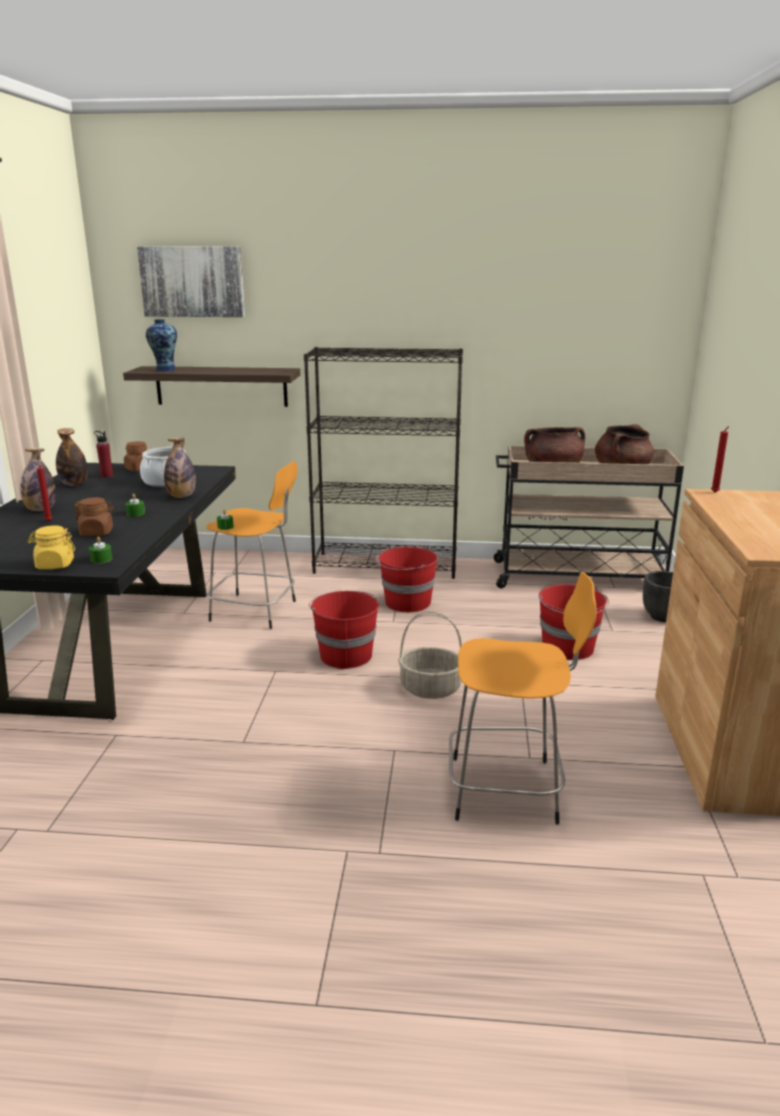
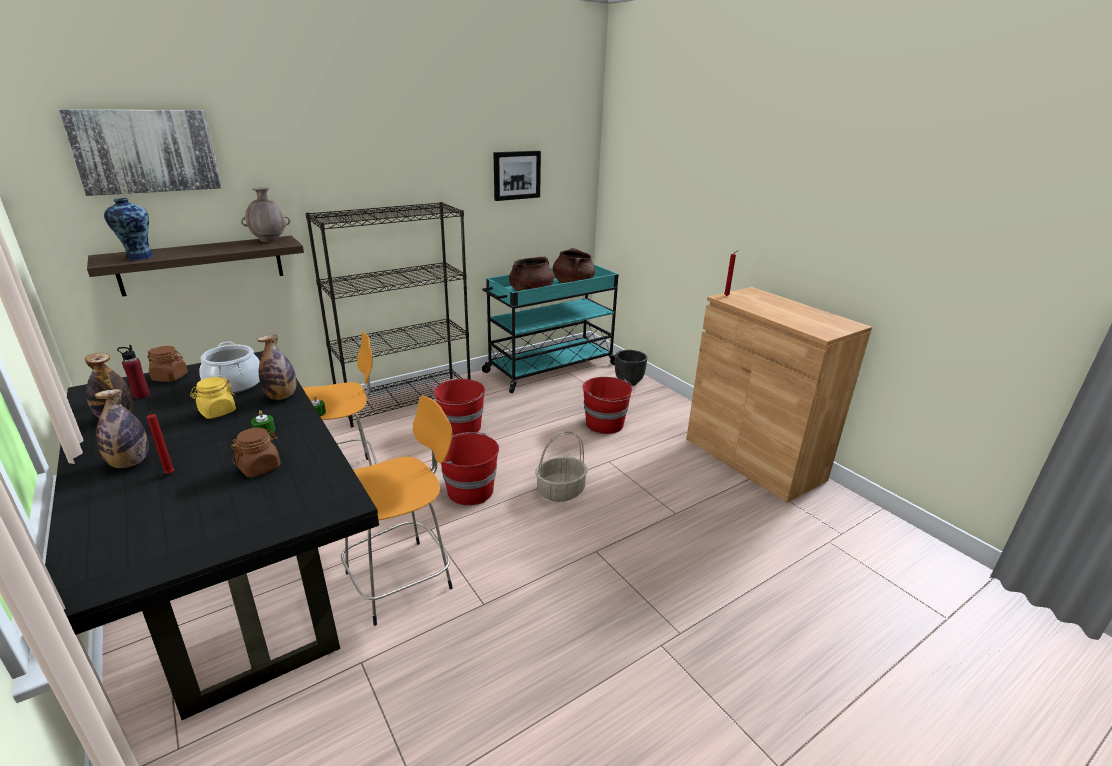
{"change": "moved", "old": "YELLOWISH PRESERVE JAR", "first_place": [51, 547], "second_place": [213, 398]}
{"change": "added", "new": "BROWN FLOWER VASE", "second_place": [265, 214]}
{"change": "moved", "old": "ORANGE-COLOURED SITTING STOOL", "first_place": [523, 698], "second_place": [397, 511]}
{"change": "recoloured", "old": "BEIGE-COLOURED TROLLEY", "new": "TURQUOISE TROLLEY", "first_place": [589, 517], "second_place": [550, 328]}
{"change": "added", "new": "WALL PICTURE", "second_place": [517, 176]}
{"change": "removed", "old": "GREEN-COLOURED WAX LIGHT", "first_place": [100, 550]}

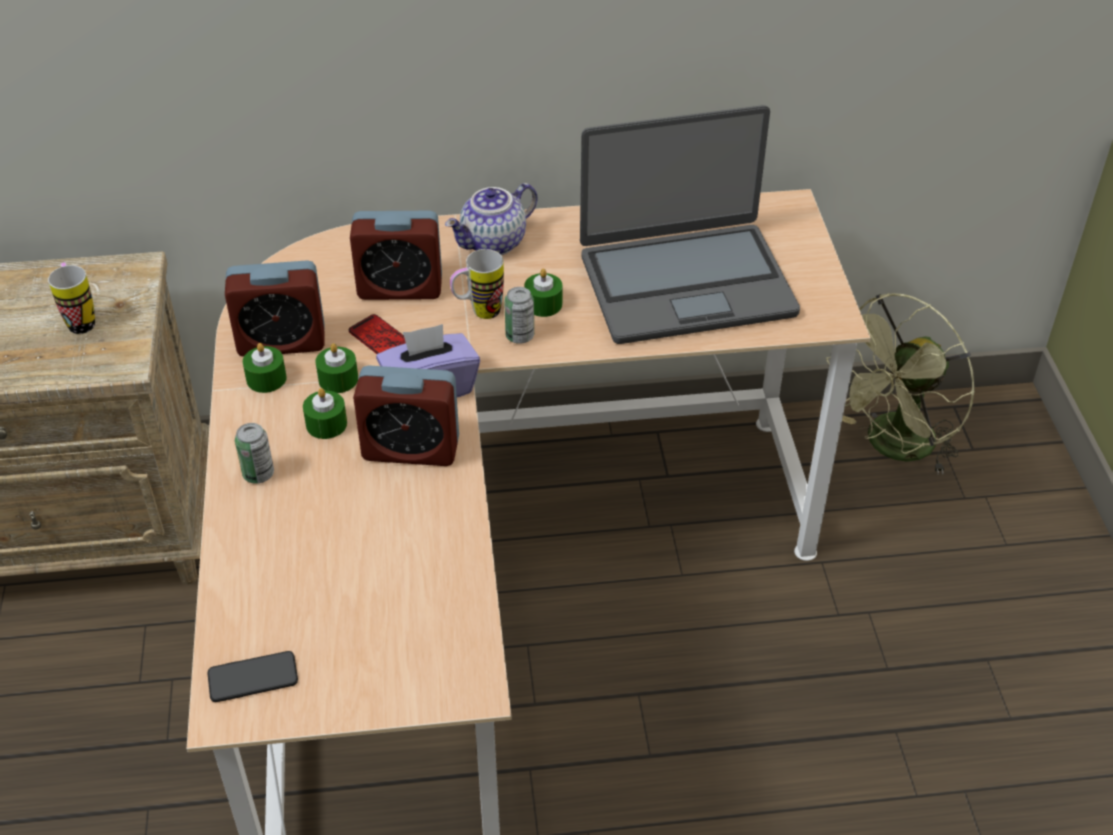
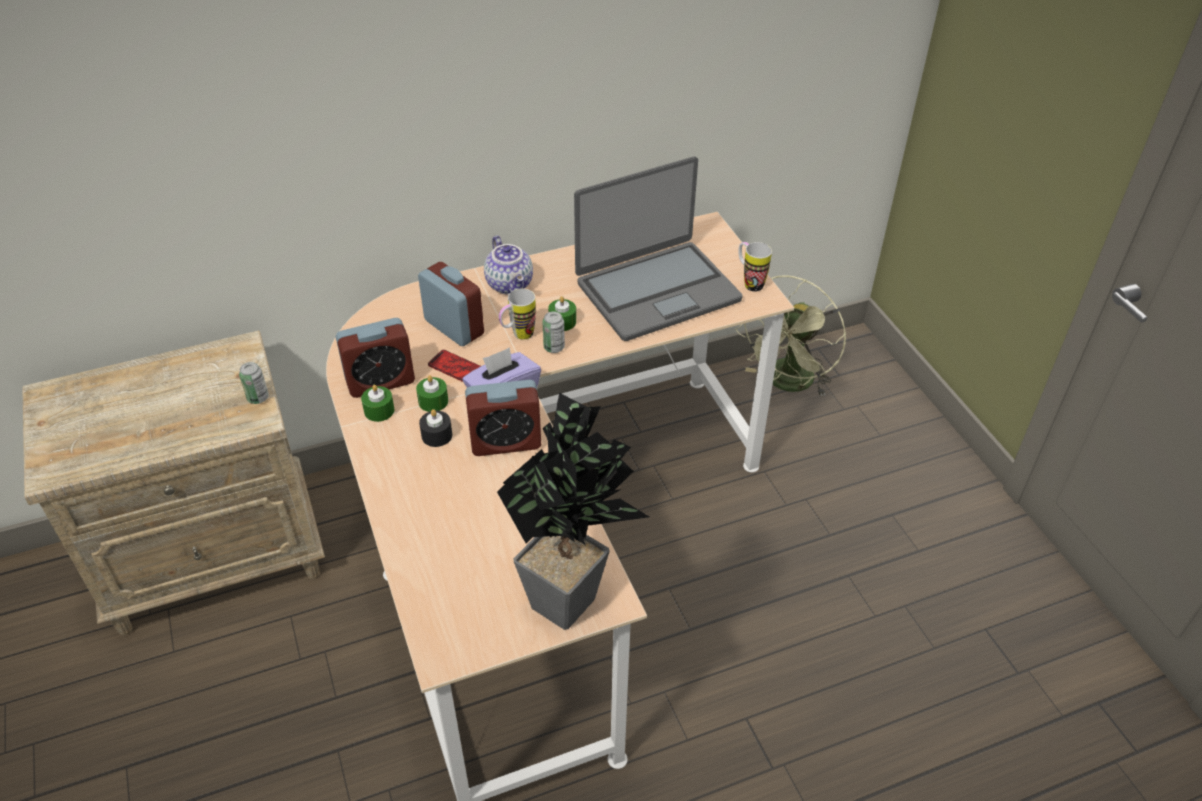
{"change": "moved", "old": "CAN", "first_place": [254, 453], "second_place": [254, 383]}
{"change": "turned", "old": "TABLE CLOCK", "first_place": [396, 255], "second_place": [451, 304], "degrees": -120}
{"change": "recoloured", "old": "GREEN-COLOURED WAX LIGHT", "new": "BLACK-COLOURED WAX LIGHT", "first_place": [325, 413], "second_place": [435, 428]}
{"change": "turned", "old": "POT FOR TEA", "first_place": [491, 219], "second_place": [508, 265], "degrees": -60}
{"change": "added", "new": "POTTED PLANT", "second_place": [573, 511]}
{"change": "moved", "old": "TEA MUG", "first_place": [71, 298], "second_place": [755, 267]}
{"change": "removed", "old": "PHONE", "first_place": [252, 676]}

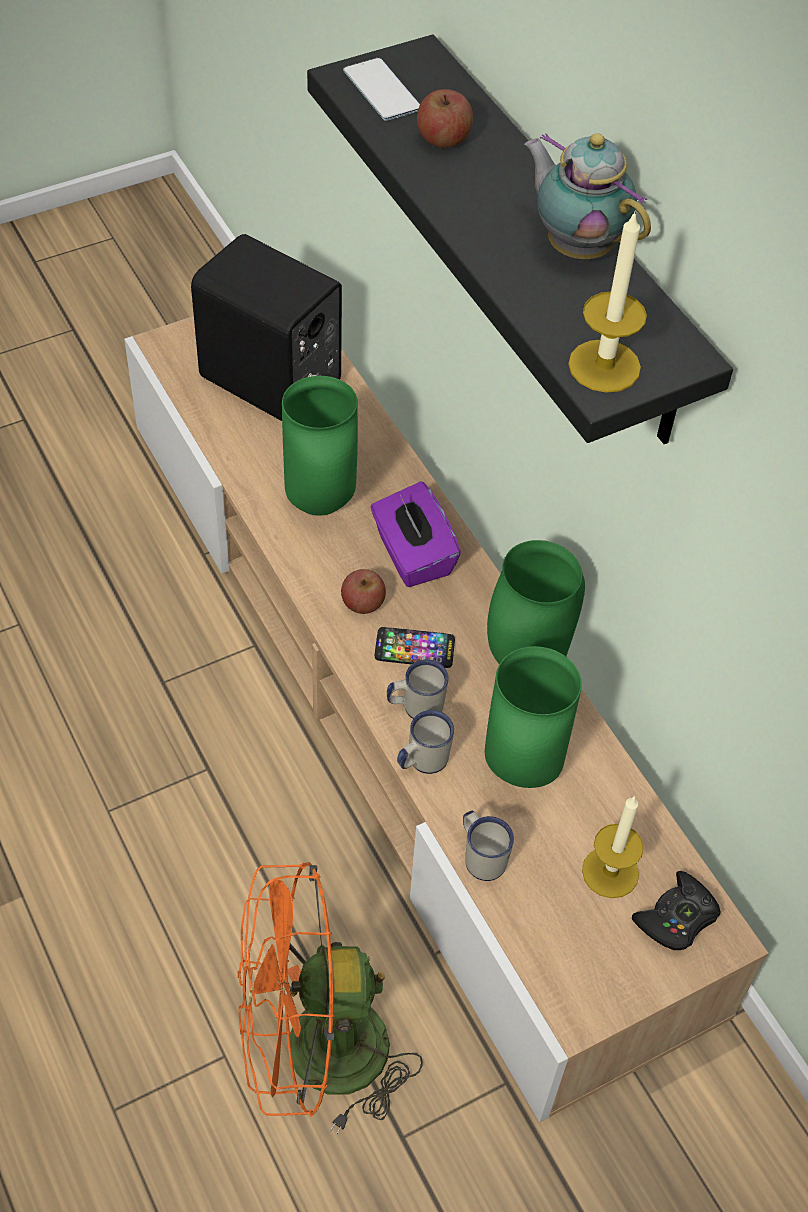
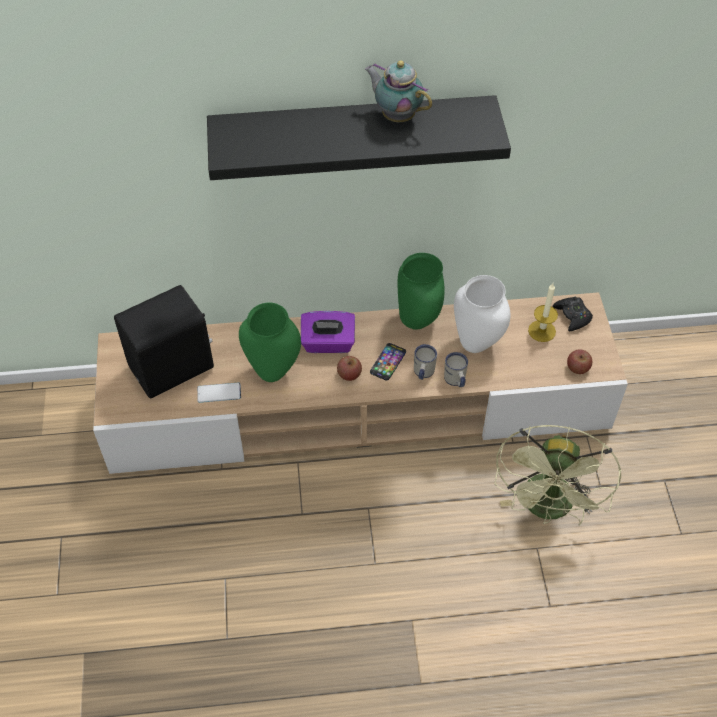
{"change": "moved", "old": "PHONE", "first_place": [381, 89], "second_place": [219, 392]}
{"change": "turned", "old": "POT FOR TEA", "first_place": [587, 196], "second_place": [398, 91], "degrees": 60}
{"change": "recoloured", "old": "GREEN-COLOURED FLOWER VASE", "new": "WHITE FLOWER VASE", "first_place": [533, 717], "second_place": [482, 314]}
{"change": "recoloured", "old": "ORANGE-COLOURED COOLING FAN", "new": "GREEN-COLOURED COOLING FAN", "first_place": [330, 998], "second_place": [558, 475]}
{"change": "moved", "old": "APPLE", "first_place": [445, 118], "second_place": [579, 361]}
{"change": "removed", "old": "WHITE TEA MUG", "first_place": [488, 846]}
{"change": "removed", "old": "WAX LIGHT", "first_place": [607, 302]}

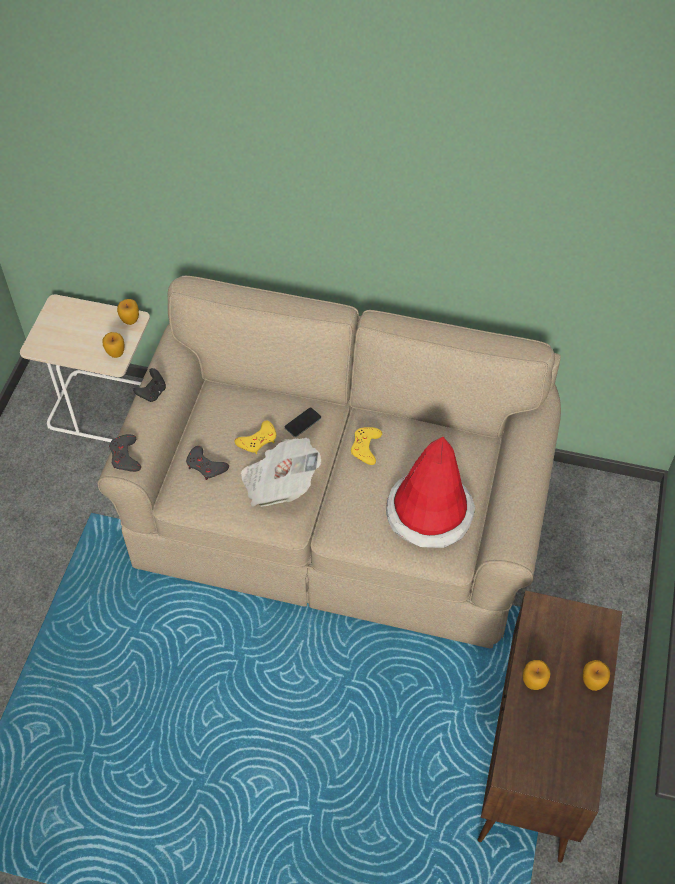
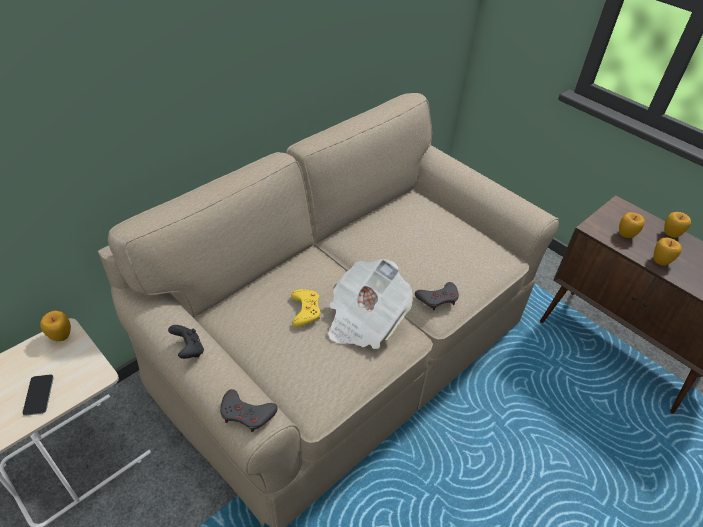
{"change": "moved", "old": "PHONE", "first_place": [303, 422], "second_place": [38, 395]}
{"change": "moved", "old": "GREYISH JOYPAD", "first_place": [207, 463], "second_place": [437, 296]}
{"change": "moved", "old": "APPLE", "first_place": [113, 345], "second_place": [632, 225]}
{"change": "removed", "old": "YELLOWISH JOYPAD", "first_place": [366, 446]}
{"change": "removed", "old": "CLOTHING HAT", "first_place": [430, 492]}

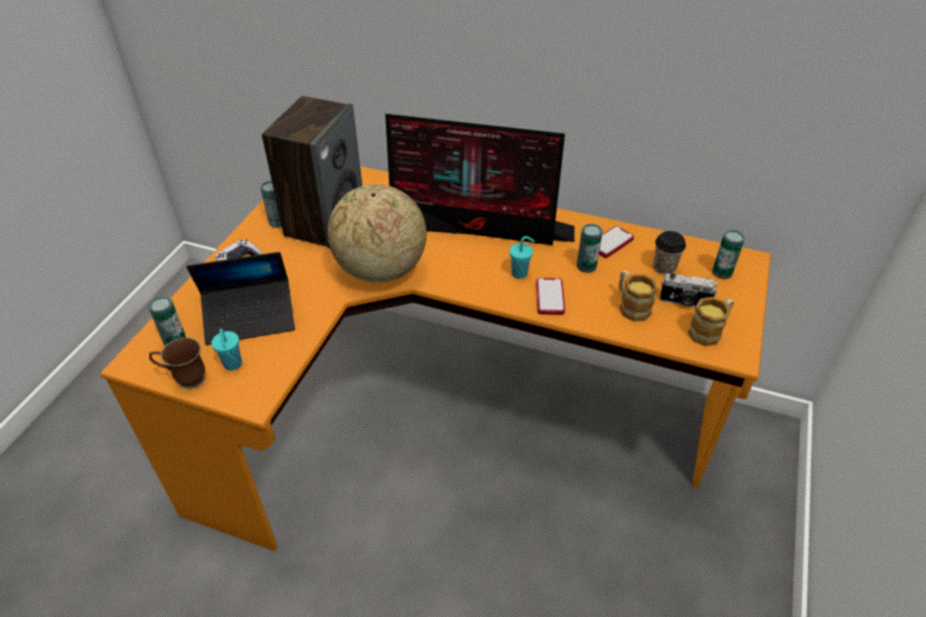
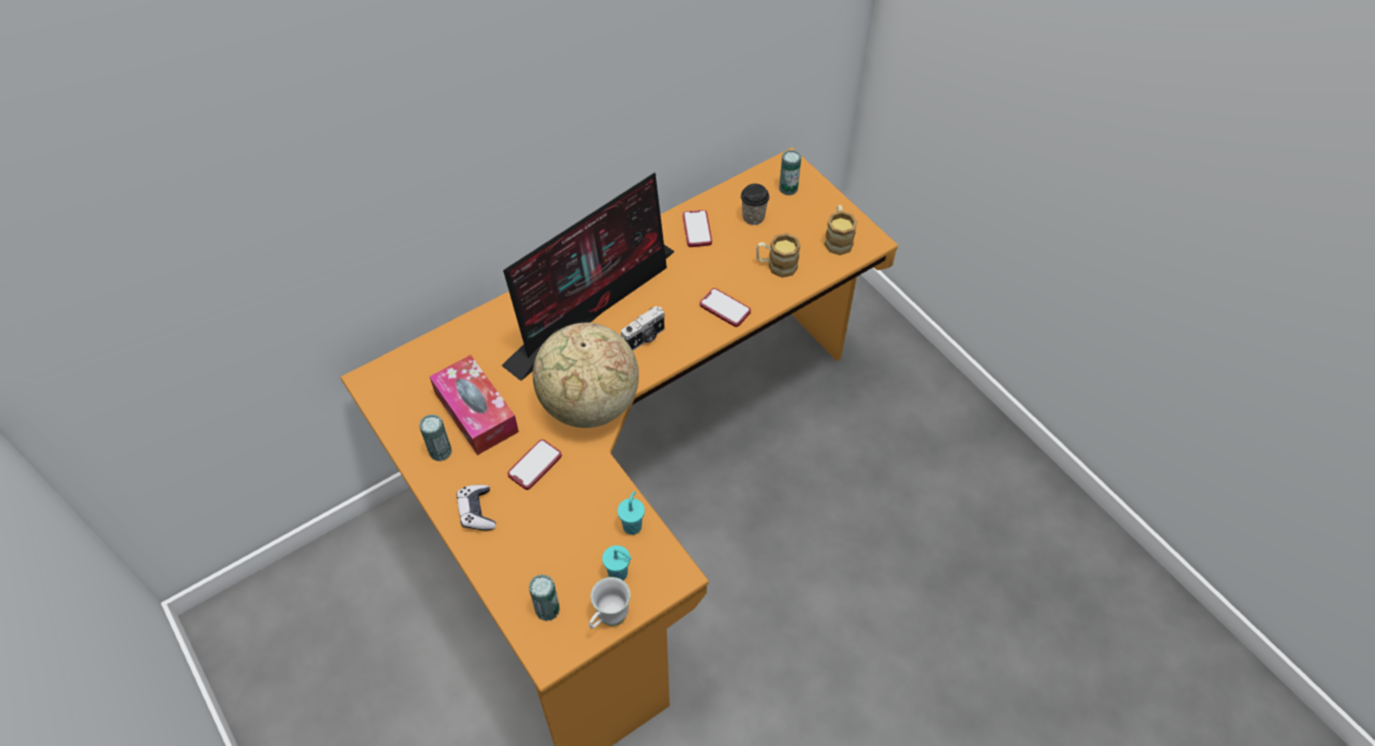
{"change": "replaced", "old": "AUDIO SPEAKER", "new": "BOX OF TISSUES", "first_place": [312, 172], "second_place": [474, 405]}
{"change": "added", "new": "PHONE", "second_place": [534, 464]}
{"change": "recoloured", "old": "BROWN TEA MUG", "new": "WHITE TEA MUG", "first_place": [177, 363], "second_place": [610, 603]}
{"change": "moved", "old": "TURQUOISE SMALL CUP", "first_place": [522, 257], "second_place": [631, 513]}
{"change": "moved", "old": "STILL CAMERA", "first_place": [688, 290], "second_place": [642, 328]}
{"change": "removed", "old": "PORTABLE COMPUTER", "first_place": [240, 298]}
{"change": "removed", "old": "CAN", "first_place": [590, 248]}

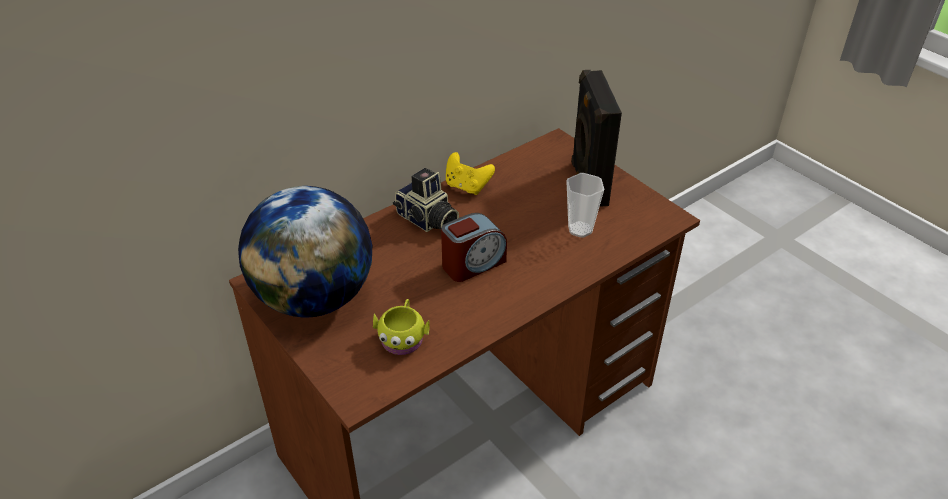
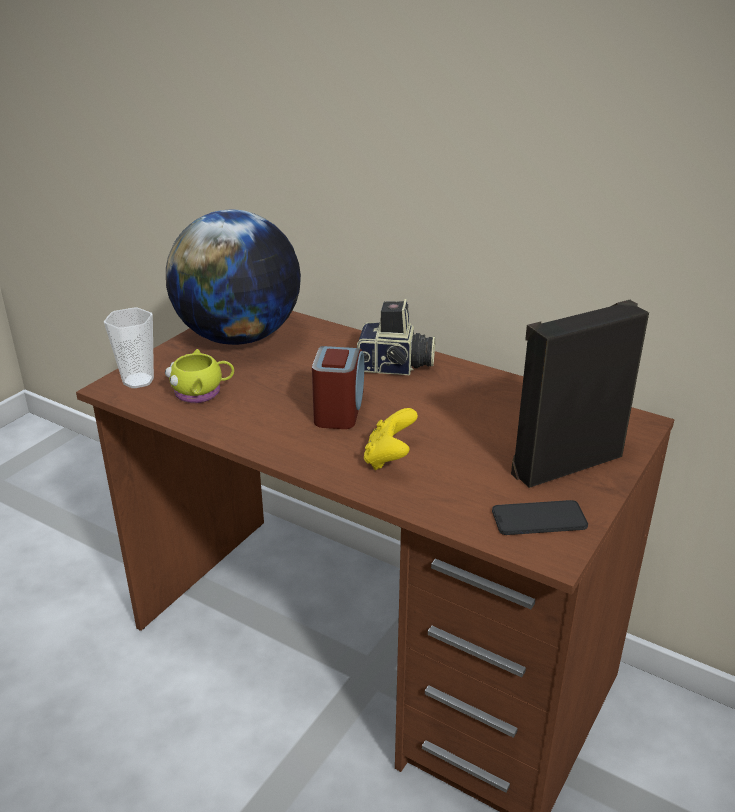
{"change": "moved", "old": "SMALL CUP", "first_place": [585, 205], "second_place": [129, 347]}
{"change": "turned", "old": "TABLE CLOCK", "first_place": [474, 247], "second_place": [338, 387], "degrees": -120}
{"change": "turned", "old": "STILL CAMERA", "first_place": [426, 200], "second_place": [396, 337], "degrees": -105}
{"change": "moved", "old": "YELLOWISH JOYPAD", "first_place": [470, 173], "second_place": [391, 439]}
{"change": "added", "new": "PHONE", "second_place": [540, 517]}

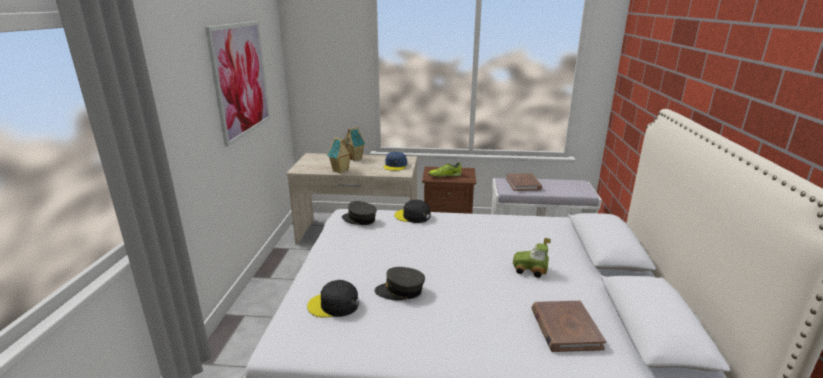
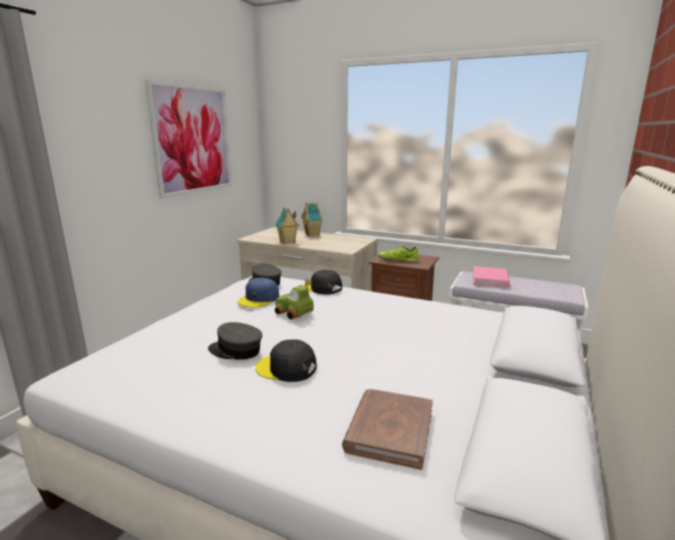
{"change": "moved", "old": "BLUE-COLOURED PEAKED CAP", "first_place": [395, 161], "second_place": [258, 292]}
{"change": "moved", "old": "BLACK-COLOURED PEAKED CAP", "first_place": [333, 299], "second_place": [286, 360]}
{"change": "moved", "old": "TOY CAR", "first_place": [532, 258], "second_place": [294, 299]}
{"change": "recoloured", "old": "BROWN VOLUME", "new": "PINK VOLUME", "first_place": [524, 182], "second_place": [491, 276]}

